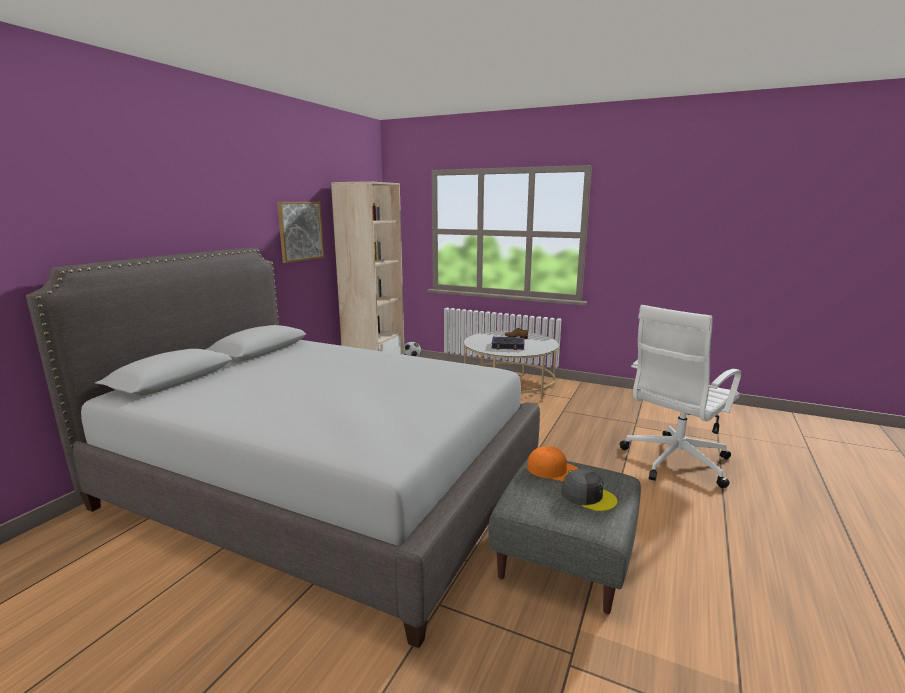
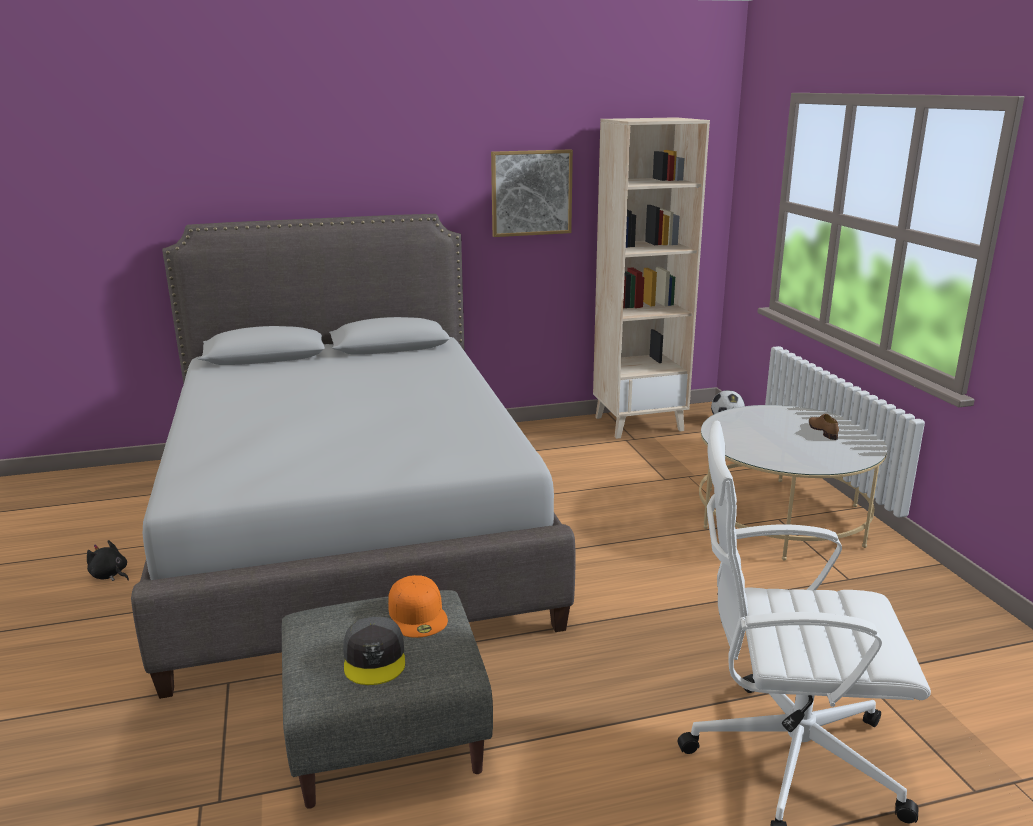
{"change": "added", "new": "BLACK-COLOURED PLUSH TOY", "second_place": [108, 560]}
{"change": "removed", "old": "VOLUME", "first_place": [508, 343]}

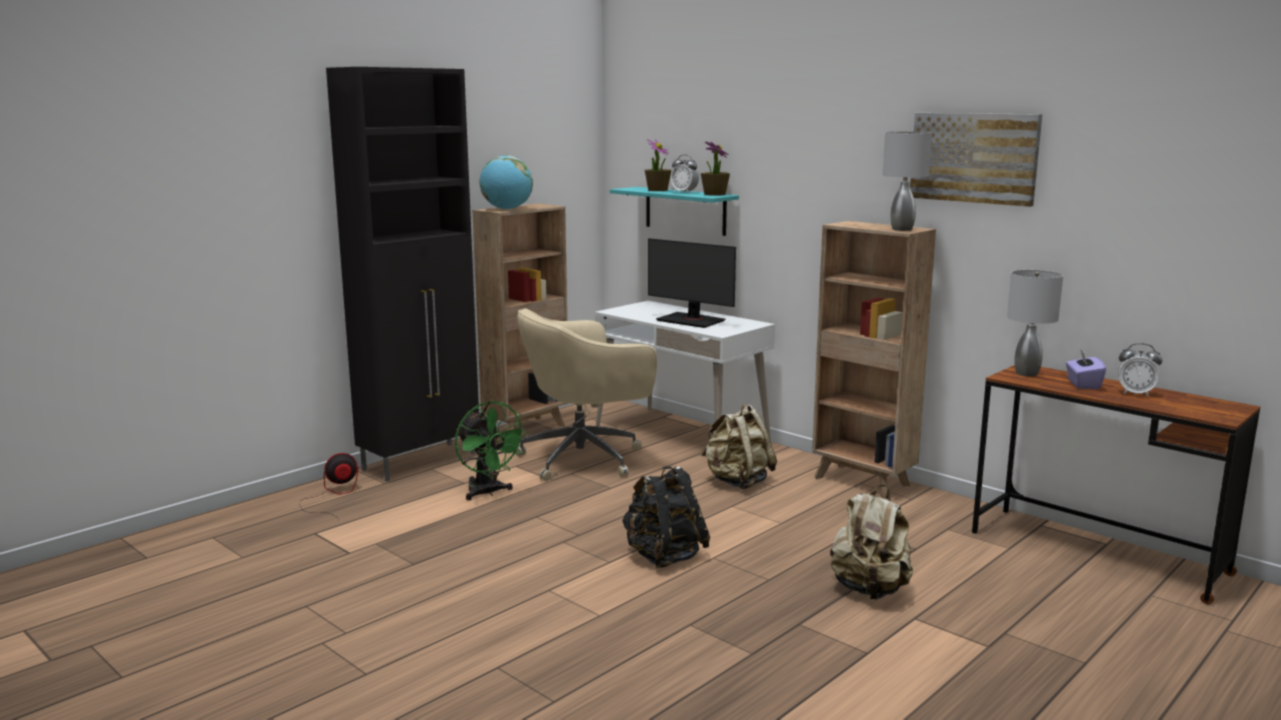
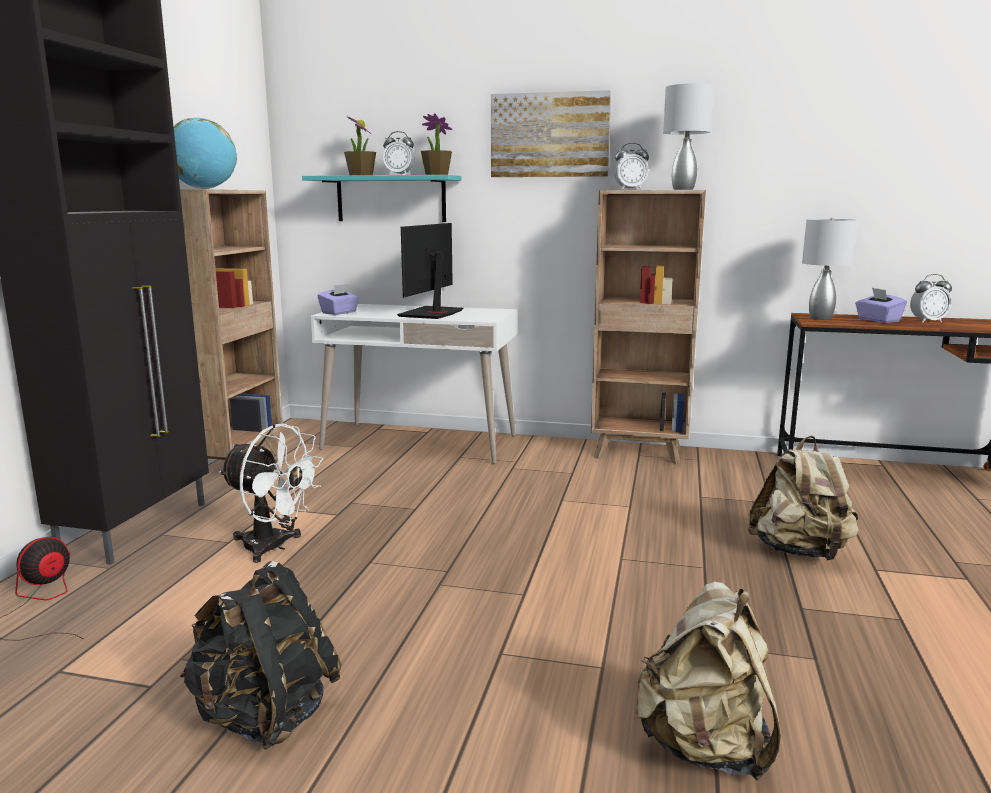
{"change": "moved", "old": "BLACK-COLOURED KNAPSACK", "first_place": [666, 517], "second_place": [261, 655]}
{"change": "recoloured", "old": "GREEN-COLOURED COOLING FAN", "new": "WHITE COOLING FAN", "first_place": [492, 450], "second_place": [271, 493]}
{"change": "added", "new": "PURPLISH BOX OF TISSUES", "second_place": [338, 299]}
{"change": "turned", "old": "MONITOR", "first_place": [692, 283], "second_place": [430, 271], "degrees": 105}
{"change": "moved", "old": "WALL PICTURE", "first_place": [976, 160], "second_place": [551, 133]}
{"change": "added", "new": "TABLE CLOCK", "second_place": [631, 166]}
{"change": "moved", "old": "BEIGE-COLOURED KNAPSACK", "first_place": [739, 446], "second_place": [708, 681]}
{"change": "removed", "old": "BEIGE-COLOURED OFFICE CHAIR", "first_place": [586, 394]}

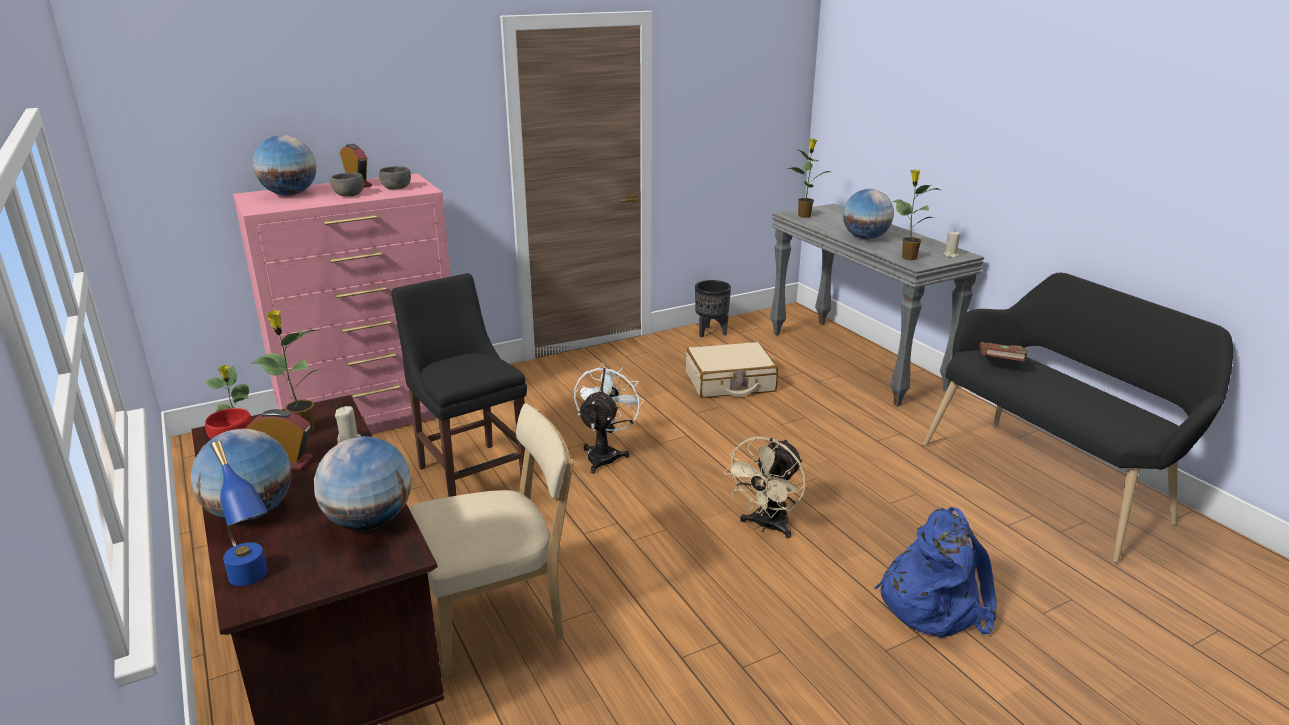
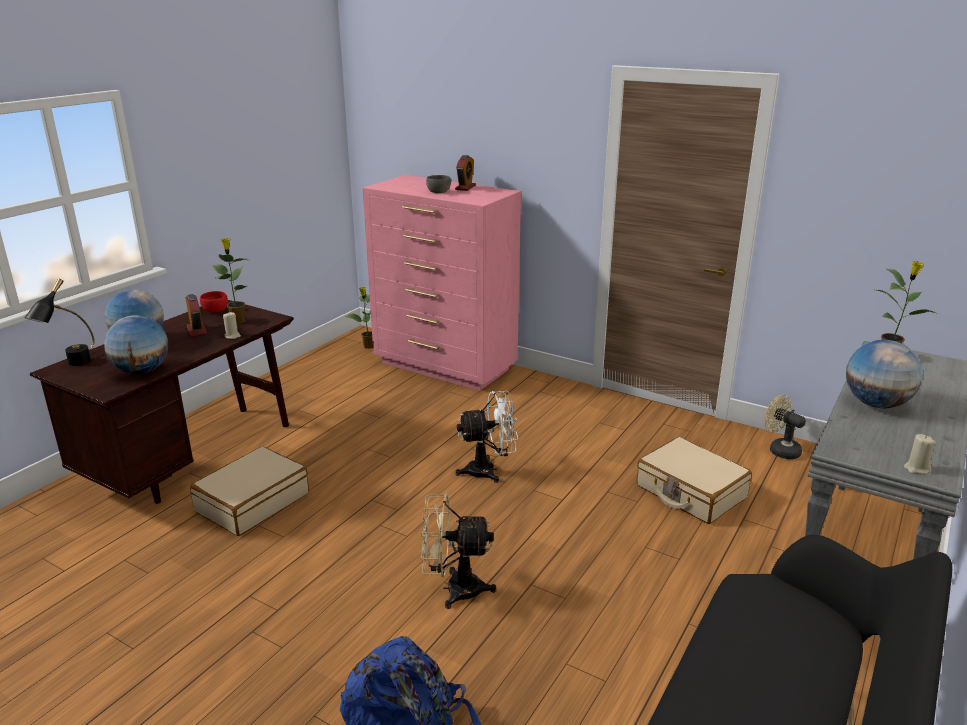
{"change": "recoloured", "old": "BLUE-COLOURED LAMP FOR A TABLE", "new": "BLACK-COLOURED LAMP FOR A TABLE", "first_place": [239, 513], "second_place": [59, 322]}
{"change": "replaced", "old": "BEIGE-COLOURED UPRIGHT CHAIR", "new": "BEIGE-COLOURED PIECE OF LUGGAGE", "first_place": [492, 539], "second_place": [249, 491]}
{"change": "replaced", "old": "BLACK-COLOURED PLANTER", "new": "BEIGE-COLOURED COOLING FAN", "first_place": [713, 308], "second_place": [785, 427]}
{"change": "removed", "old": "DESK GLOBE", "first_place": [284, 165]}
{"change": "removed", "old": "GREYISH BOWL", "first_place": [395, 177]}
{"change": "removed", "old": "BLACK-COLOURED UPRIGHT CHAIR", "first_place": [459, 385]}
{"change": "removed", "old": "POTTED PLANT", "first_place": [916, 215]}
{"change": "removed", "old": "BROWN VOLUME", "first_place": [1003, 352]}

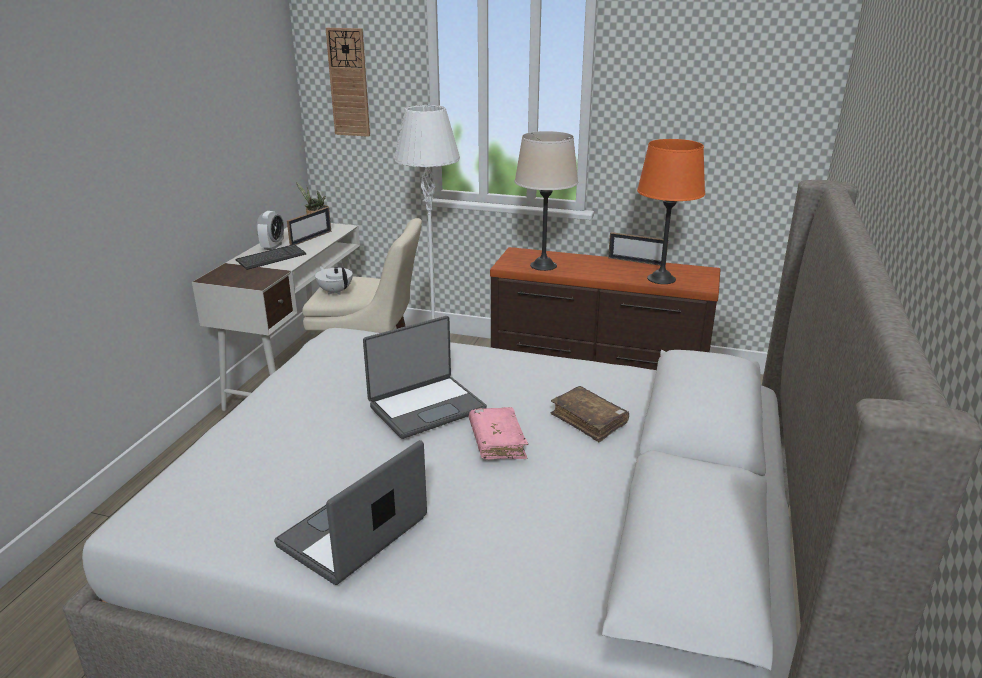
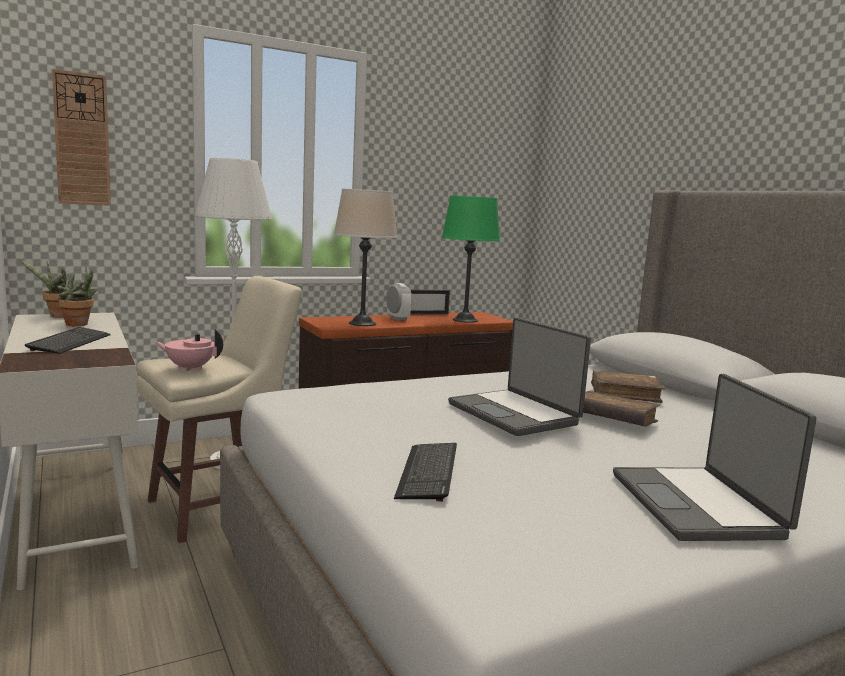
{"change": "replaced", "old": "PICTURE FRAME", "new": "POTTED PLANT", "first_place": [309, 226], "second_place": [78, 296]}
{"change": "recoloured", "old": "WHITE POT FOR TEA", "new": "PINK POT FOR TEA", "first_place": [334, 280], "second_place": [189, 350]}
{"change": "moved", "old": "TABLE CLOCK", "first_place": [270, 230], "second_place": [399, 302]}
{"change": "added", "new": "KEYBOARD", "second_place": [425, 472]}
{"change": "recoloured", "old": "ORANGE-COLOURED LAMP FOR A TABLE", "new": "GREEN-COLOURED LAMP FOR A TABLE", "first_place": [671, 211], "second_place": [471, 259]}
{"change": "turned", "old": "PORTABLE COMPUTER", "first_place": [425, 377], "second_place": [519, 377], "degrees": 135}
{"change": "recoloured", "old": "PINK VOLUME", "new": "BROWN VOLUME", "first_place": [499, 433], "second_place": [621, 409]}

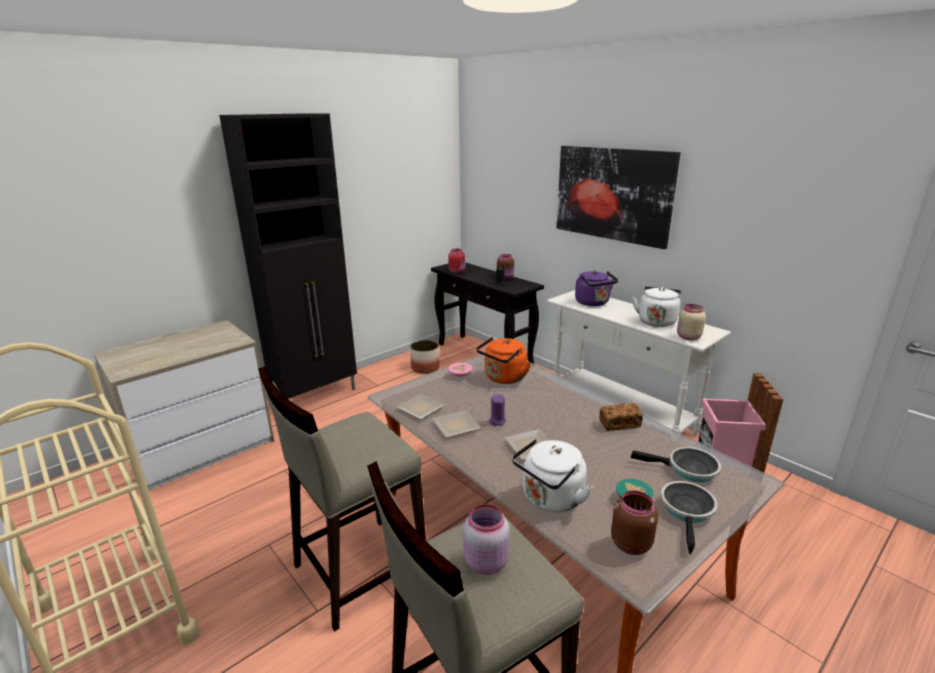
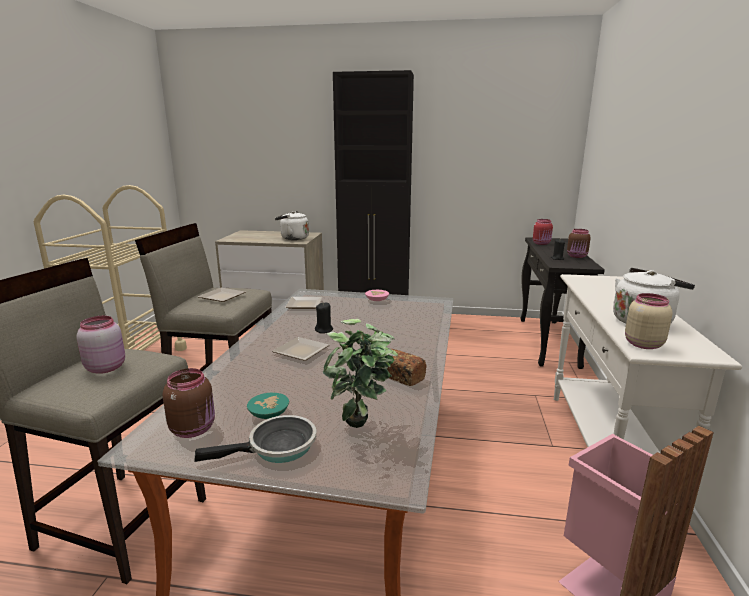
{"change": "moved", "old": "FLAT DISH", "first_place": [456, 424], "second_place": [221, 295]}
{"change": "moved", "old": "WHITE TEA KETTLE", "first_place": [552, 475], "second_place": [292, 225]}
{"change": "recoloured", "old": "PURPLISH WAX LIGHT", "new": "BLACK-COLOURED WAX LIGHT", "first_place": [497, 410], "second_place": [324, 317]}
{"change": "replaced", "old": "PAN", "new": "POTTED PLANT", "first_place": [676, 464], "second_place": [360, 373]}
{"change": "removed", "old": "PLANTER", "first_place": [425, 357]}
{"change": "removed", "old": "ORANGE-COLOURED TEA KETTLE", "first_place": [503, 360]}
{"change": "removed", "old": "WALL PICTURE", "first_place": [618, 197]}
{"change": "removed", "old": "PURPLISH TEA KETTLE", "first_place": [596, 288]}

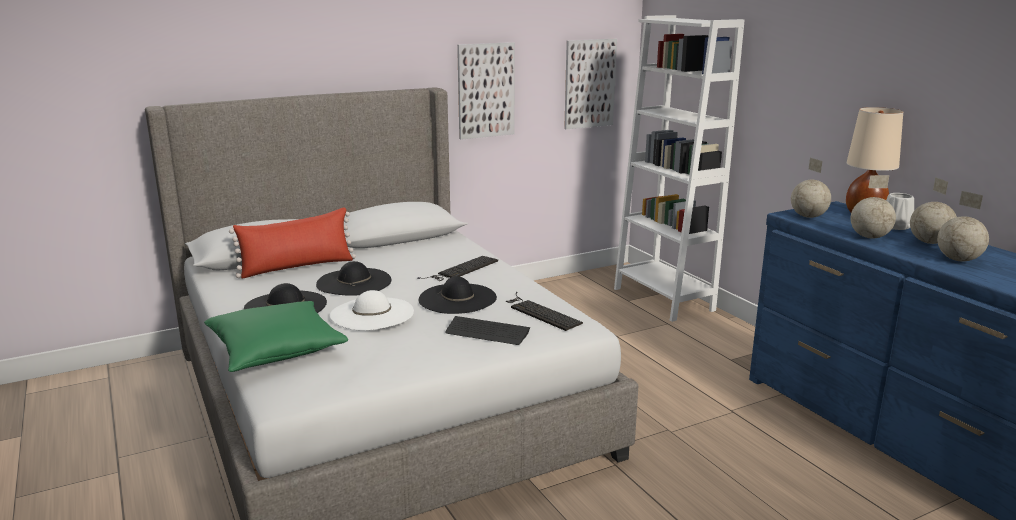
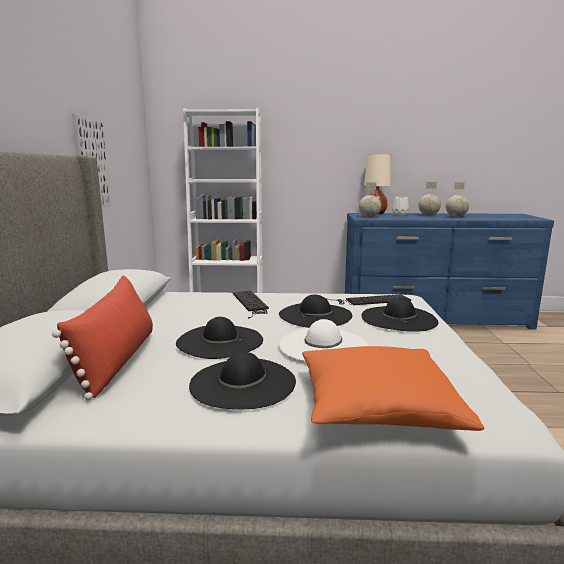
{"change": "recoloured", "old": "GREEN-COLOURED THROW PILLOW", "new": "ORANGE-COLOURED THROW PILLOW", "first_place": [276, 336], "second_place": [393, 388]}
{"change": "replaced", "old": "KEYBOARD", "new": "BLACK-COLOURED CLOTHING HAT", "first_place": [488, 330], "second_place": [400, 314]}
{"change": "removed", "old": "WALL PICTURE", "first_place": [590, 84]}
{"change": "removed", "old": "DESK GLOBE", "first_place": [873, 207]}

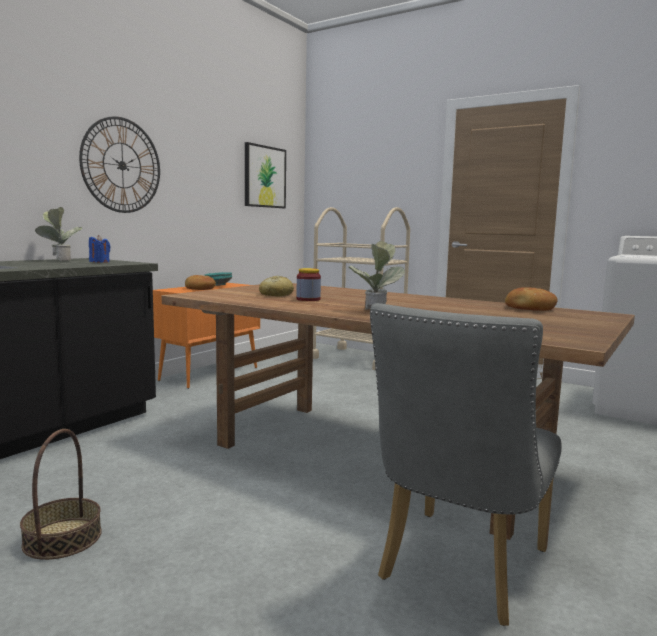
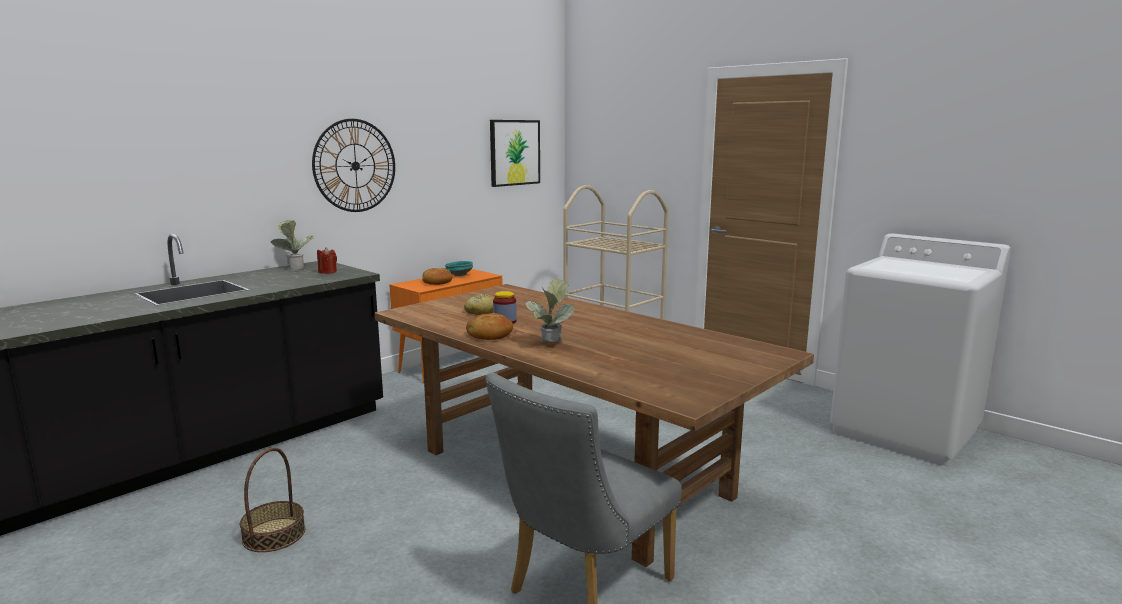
{"change": "recoloured", "old": "BLUE-COLOURED WAX LIGHT", "new": "RED-COLOURED WAX LIGHT", "first_place": [100, 249], "second_place": [327, 260]}
{"change": "moved", "old": "BREAD", "first_place": [531, 299], "second_place": [489, 326]}

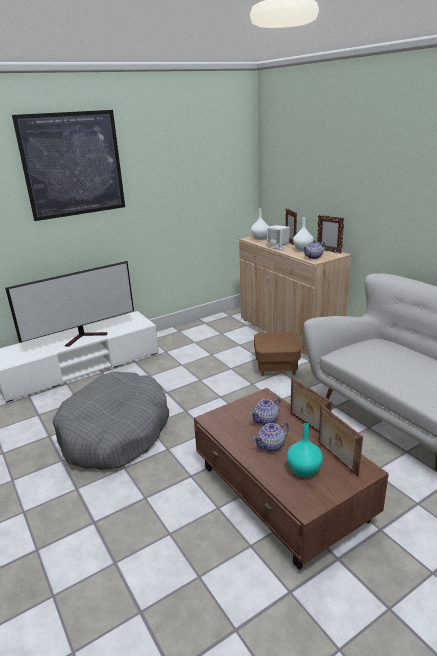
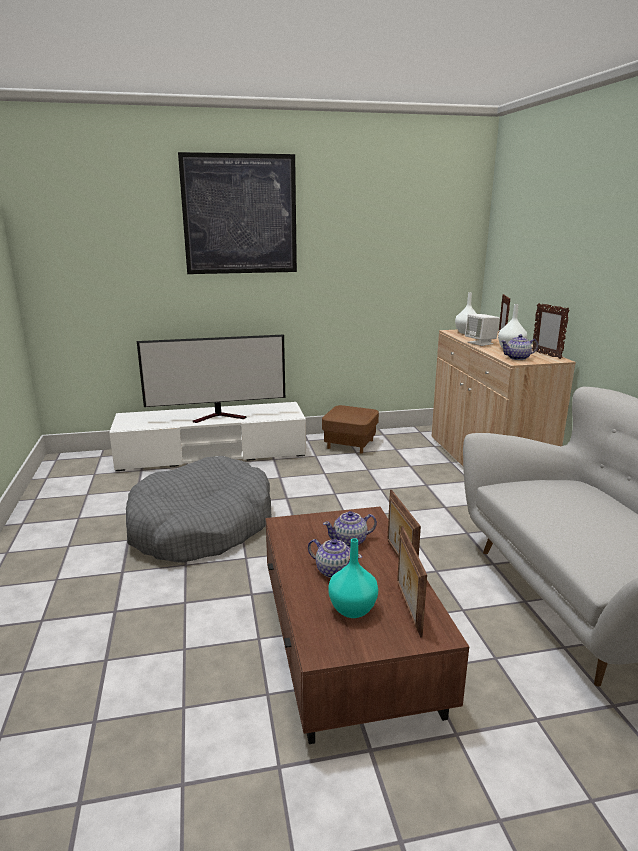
{"change": "turned", "old": "POT FOR TEA", "first_place": [271, 437], "second_place": [335, 558], "degrees": -135}
{"change": "moved", "old": "BROWN POUFFE", "first_place": [277, 354], "second_place": [350, 429]}

